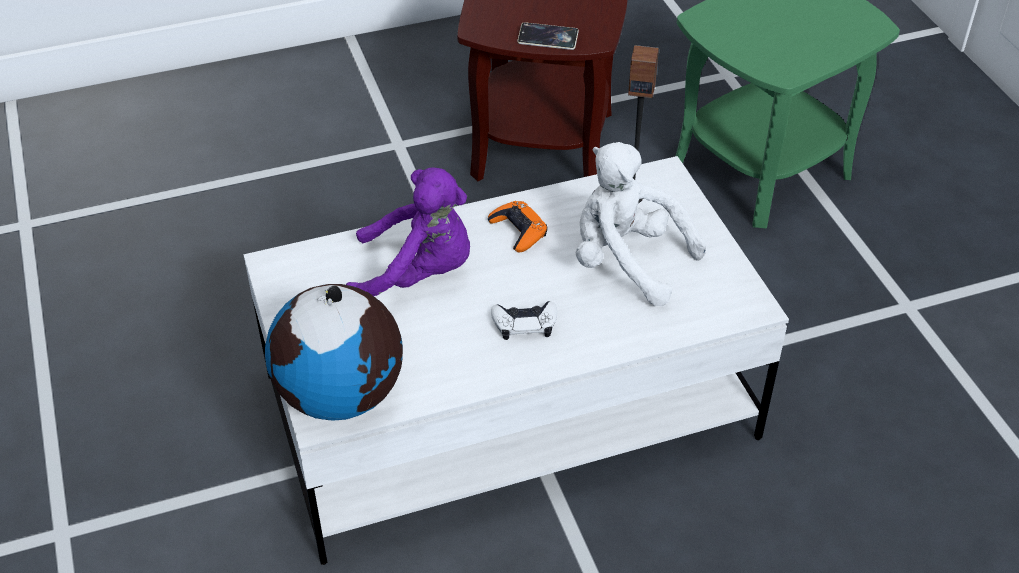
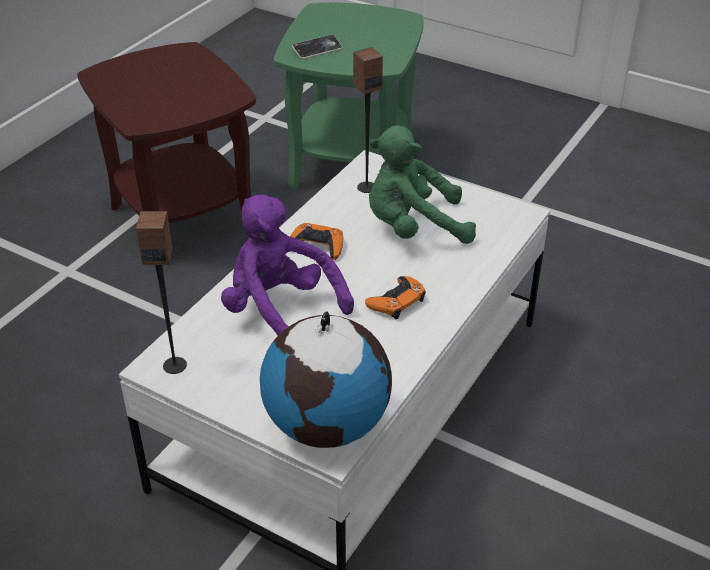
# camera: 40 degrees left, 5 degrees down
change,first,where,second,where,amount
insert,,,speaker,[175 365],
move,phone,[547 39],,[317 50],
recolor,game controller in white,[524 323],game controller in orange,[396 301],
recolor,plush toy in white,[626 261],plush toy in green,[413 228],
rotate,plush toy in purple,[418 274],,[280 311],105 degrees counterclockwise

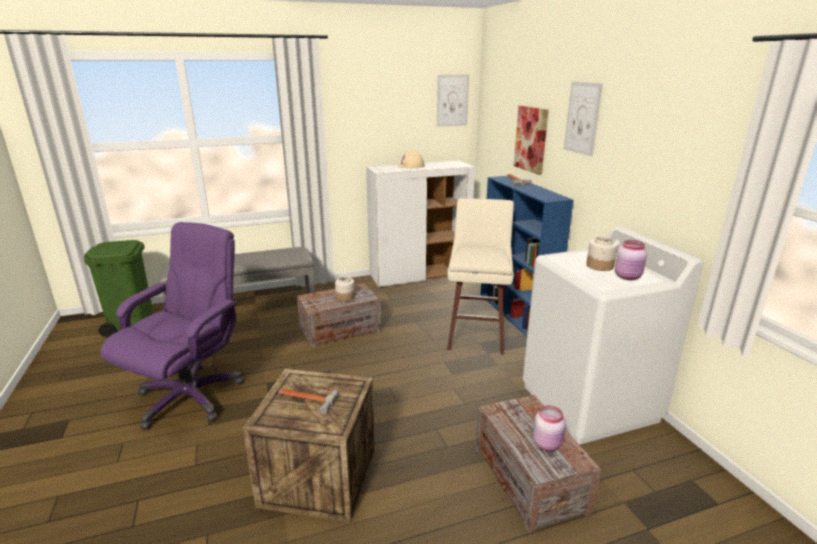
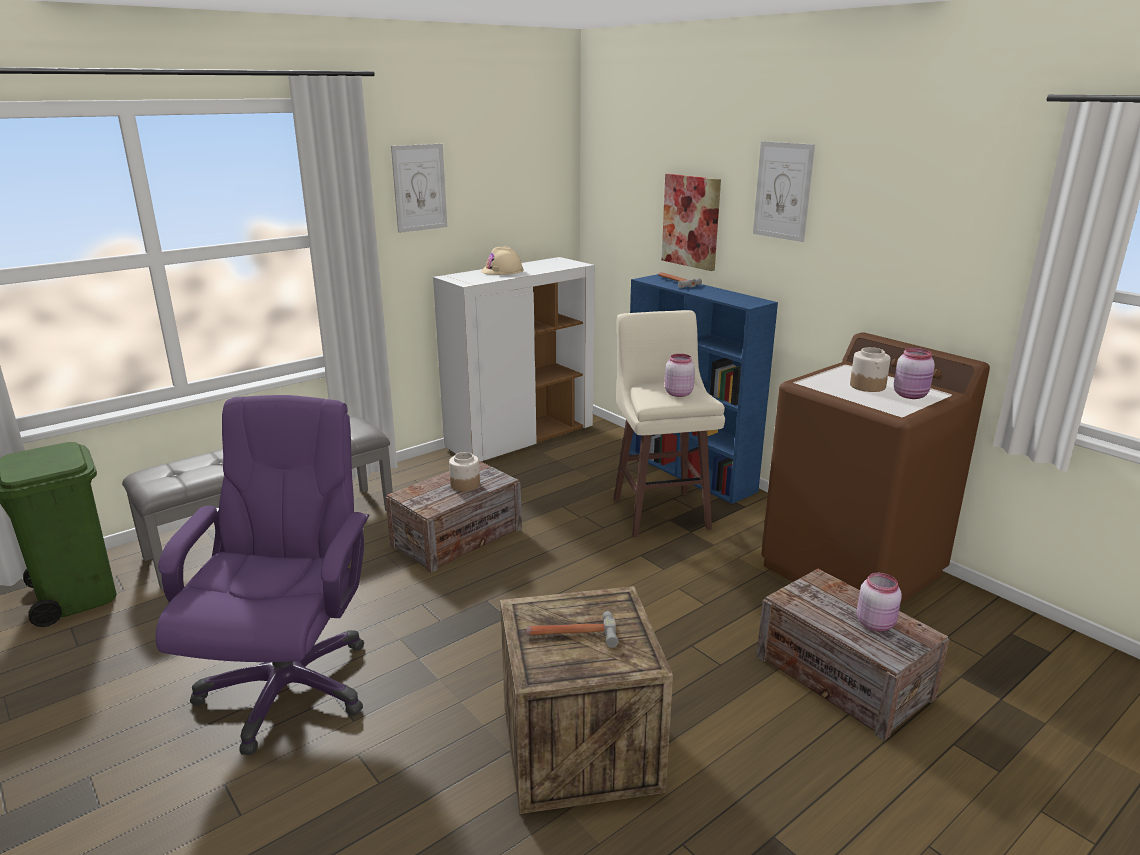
# camera: 20 degrees left, 0 degrees up
change,first,where,second,where,amount
insert,,,jar in pink,[677 393],
move,picture,[452 100],,[419 188],
recolor,washing machine in white,[589 403],washing machine in brown,[852 570],

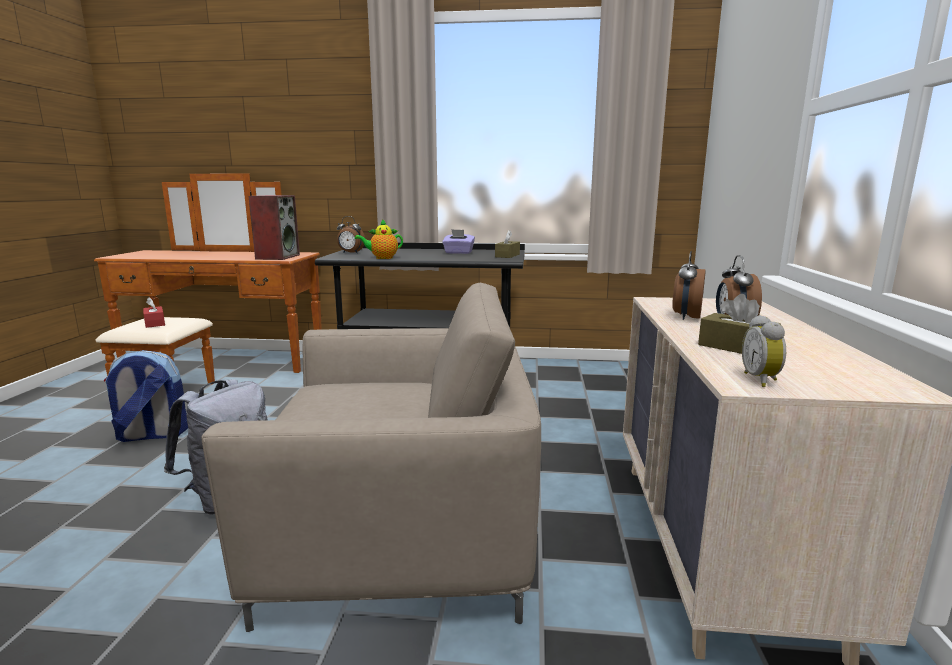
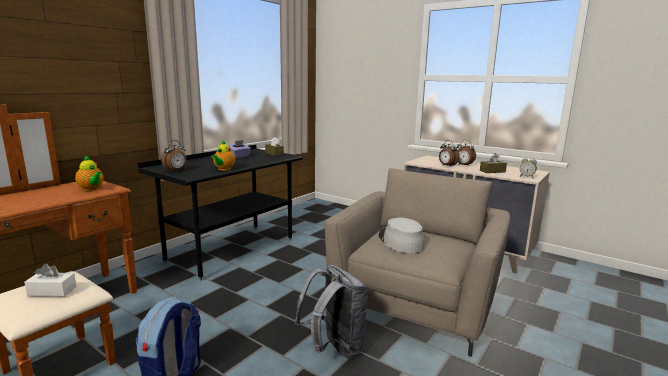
# camera: 60 degrees left, 0 degrees up
change,first,where,second,where,amount
insert,,,hat in grey,[400 241],
replace,speaker,[277 257],teapot,[92 189],
recolor,tissue box in red,[155 323],tissue box in white,[52 291],

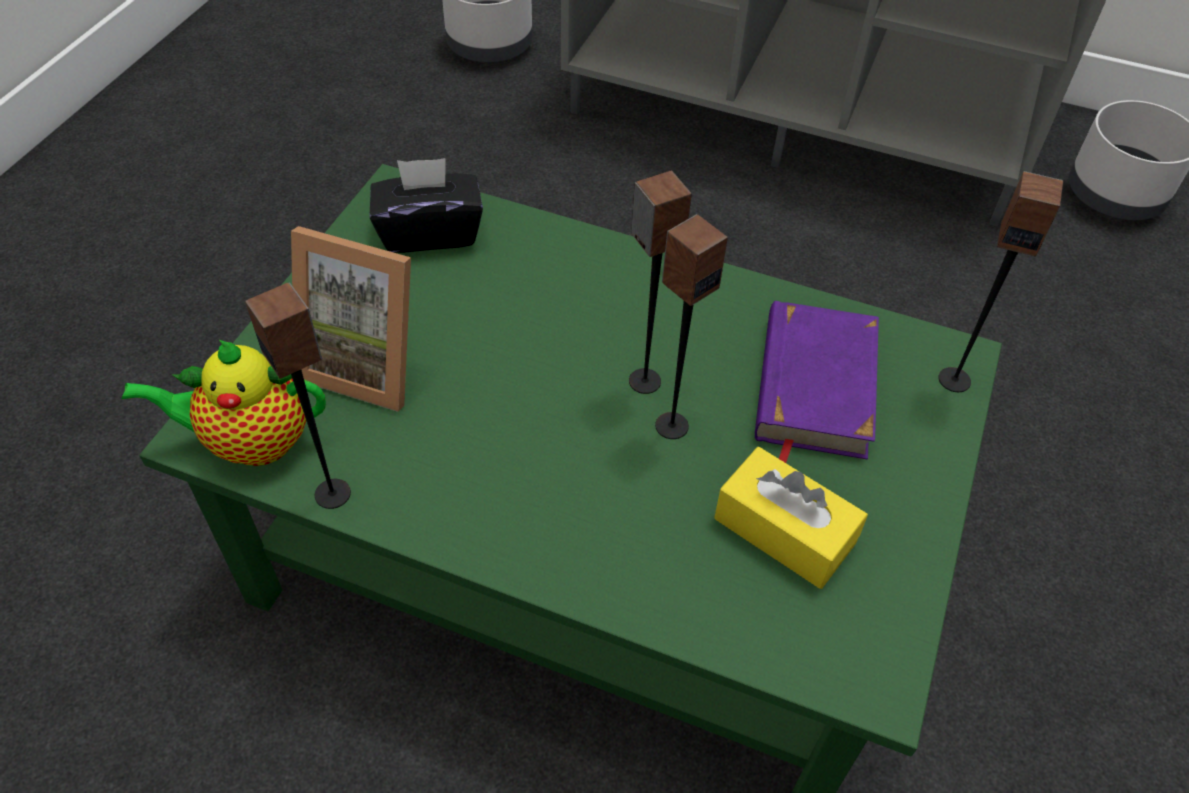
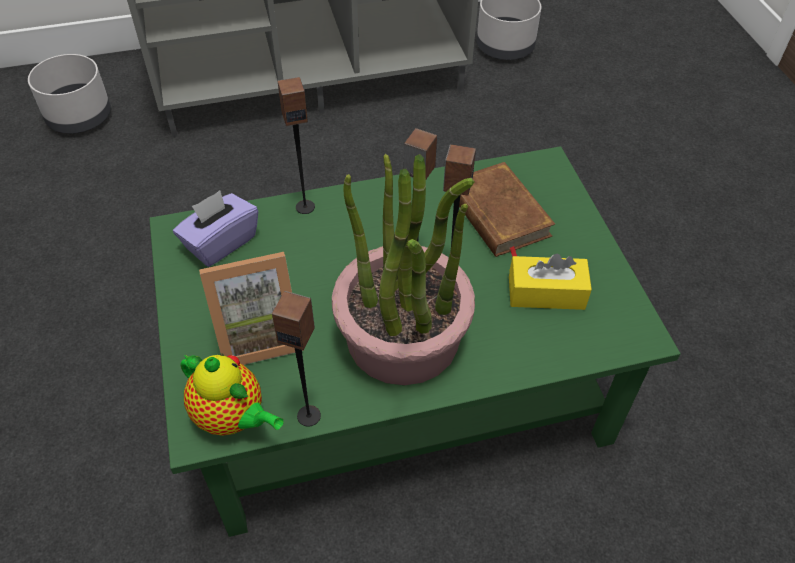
# camera: 35 degrees left, 0 degrees up
change,first,where,second,where,amount
insert,,,potted plant,[403 338],
move,speaker,[954 379],,[305 206],
recolor,tissue box in black,[429 232],tissue box in purple,[220 242],
recolor,book in purple,[813 387],book in brown,[498 215],
rotate,teapot,[251 441],,[233 418],105 degrees counterclockwise

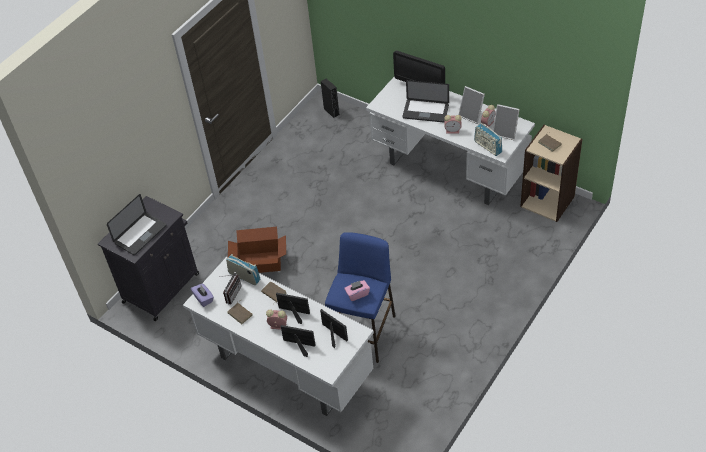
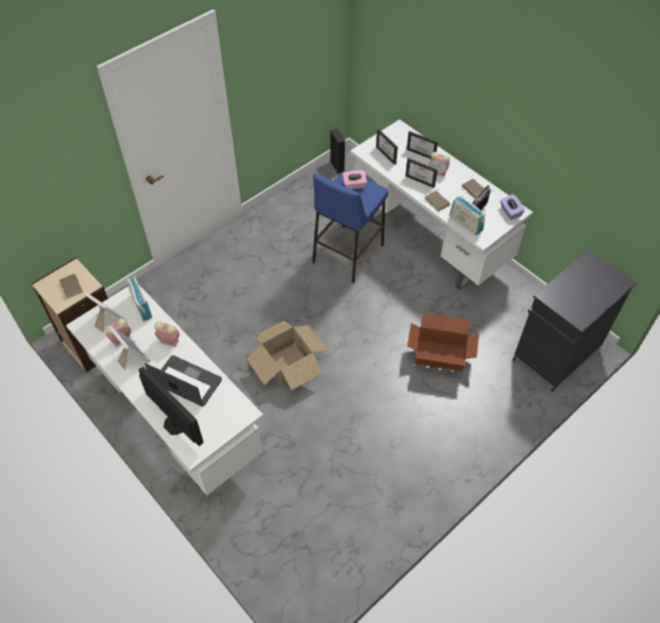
# camera: 170 degrees left, 5 degrees up
change,first,where,second,where,amount
delete,laptop,[140 234],,,
insert,,,cardboard box,[288 364],
move,speaker in black,[331 111],,[337 166],

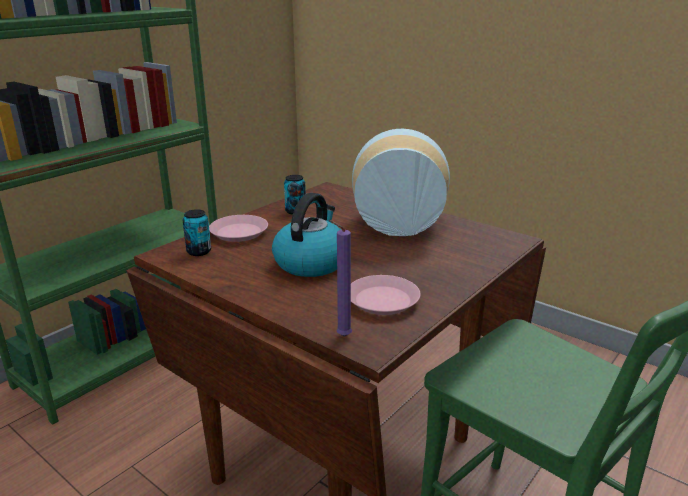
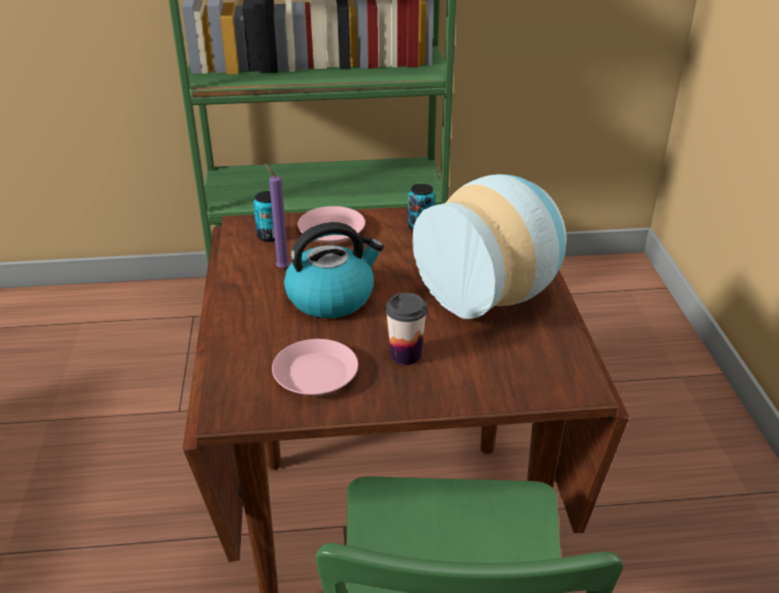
# camera: 45 degrees right, 10 degrees up
change,first,where,second,where,amount
insert,,,cup,[405 355],
move,candle in purple,[341 336],,[281 268],

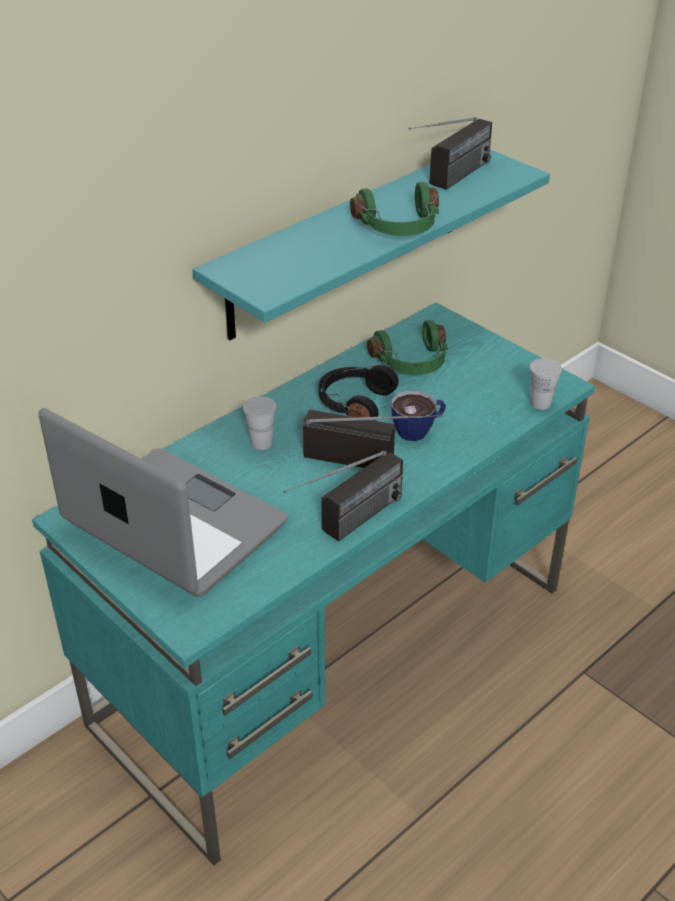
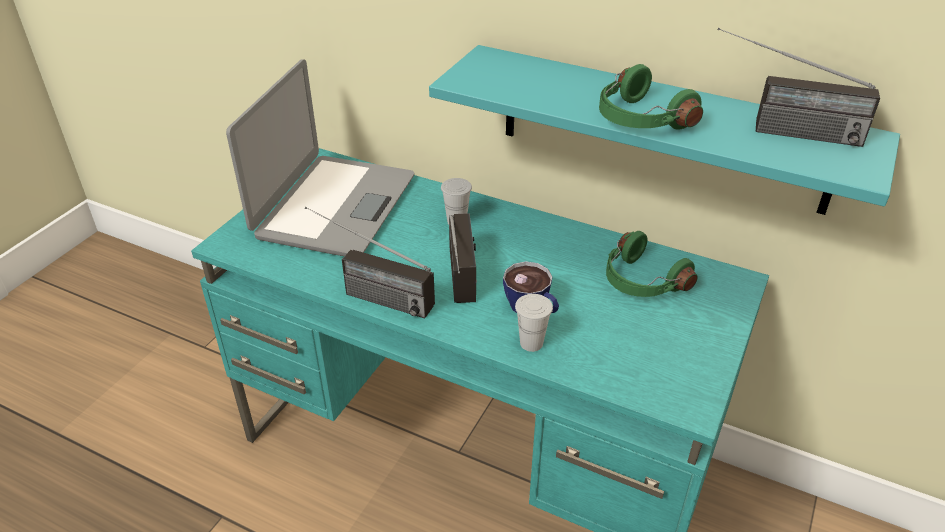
# camera: 70 degrees right, 0 degrees up
change,first,where,second,where,amount
delete,headphones in black,[354 403],,,
move,cup in white,[540 403],,[531 343],

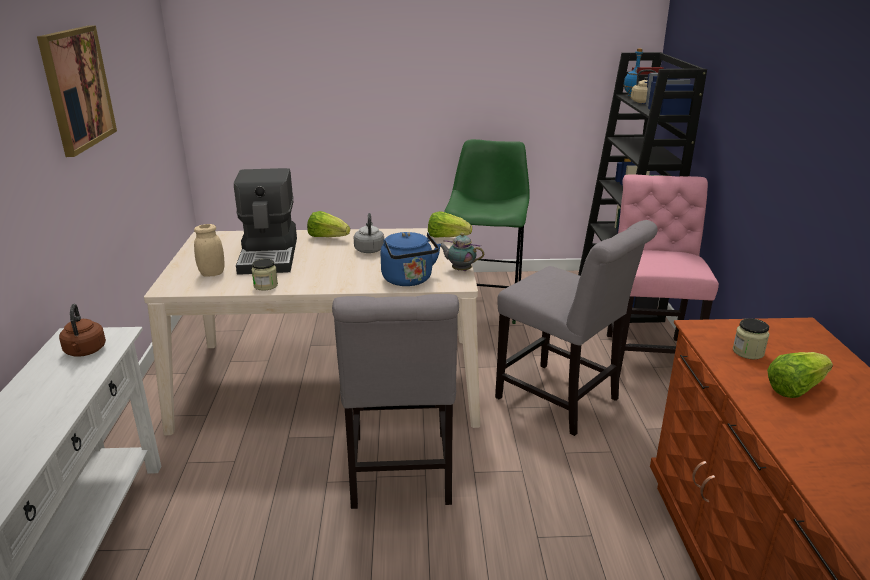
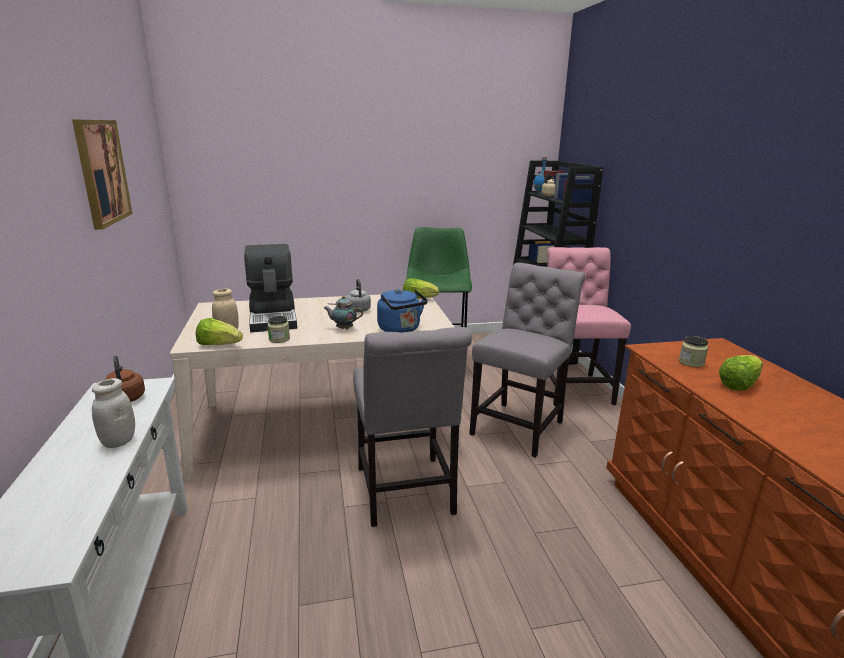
# camera: 10 degrees left, 5 degrees down
change,first,where,second,where,amount
insert,,,jar in white,[118 441],
move,lettuce,[327 237],,[219 345],
move,teapot,[460 270],,[343 328],
rotate,chair in grey,[562 401],,[520 426],90 degrees counterclockwise

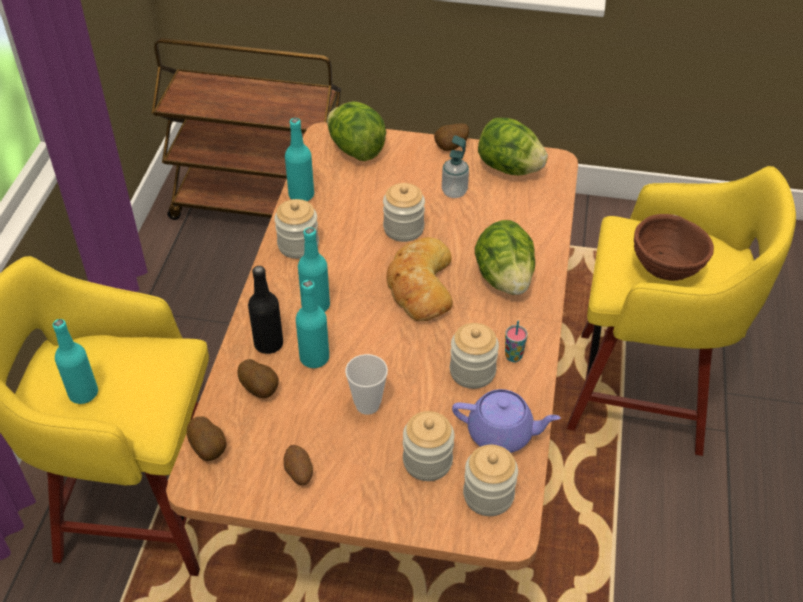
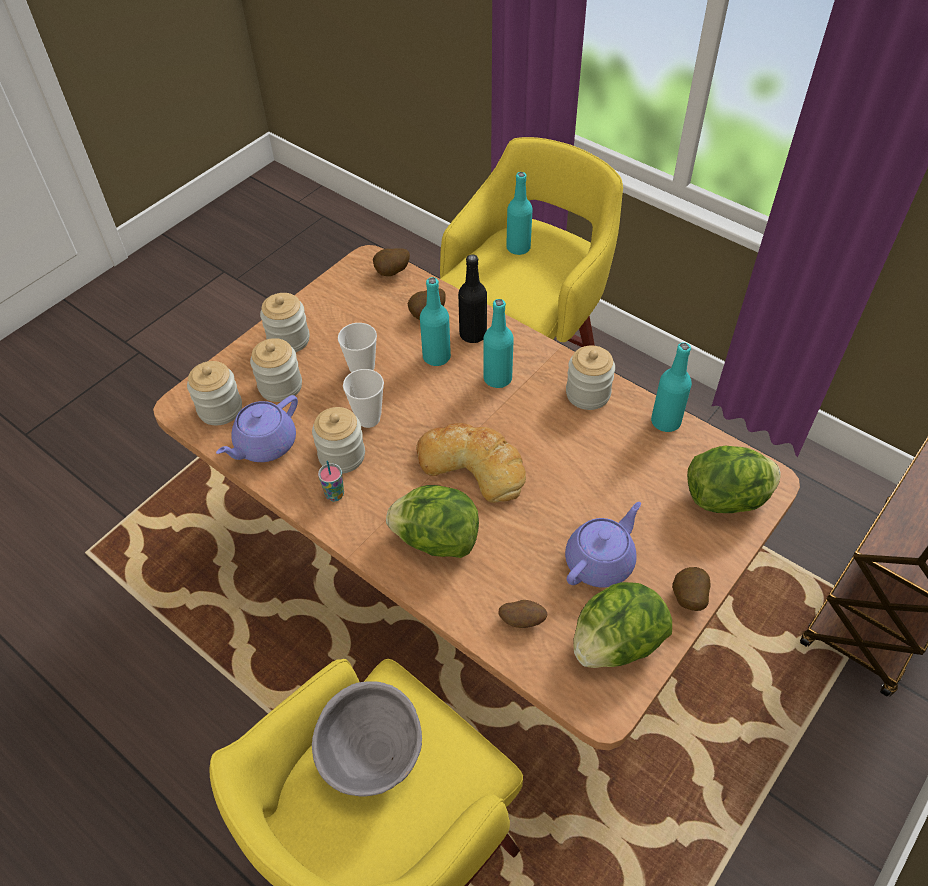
# camera: 120 degrees right, 5 degrees up
change,first,where,second,where,amount
insert,,,cup,[368 418],
move,potato,[298 473],,[522 620],
move,jar,[403 228],,[289 339],
replace,soap dispenser,[454 192],teapot in purple,[600 561],
recolor,bowl in brown,[665 271],bowl in grey,[372 757],

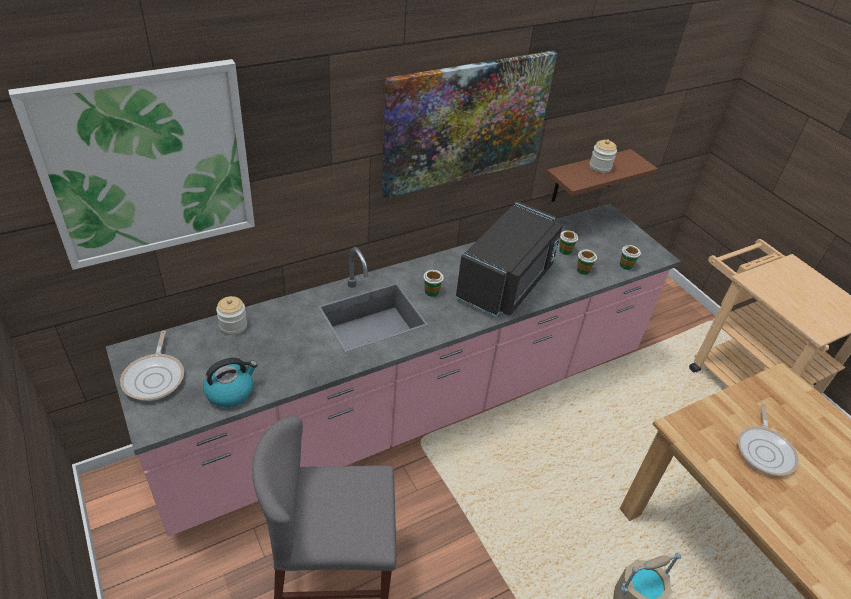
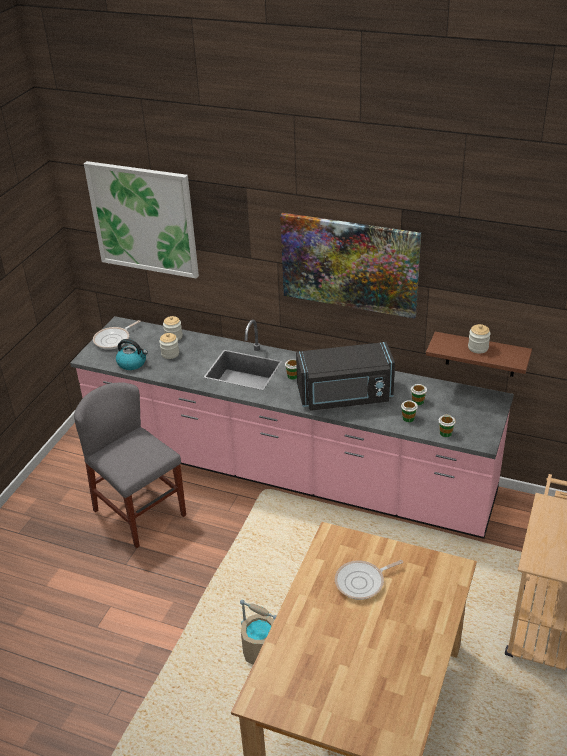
# camera: 55 degrees right, 5 degrees down
change,first,where,second,where,amount
insert,,,jar,[170 354],

